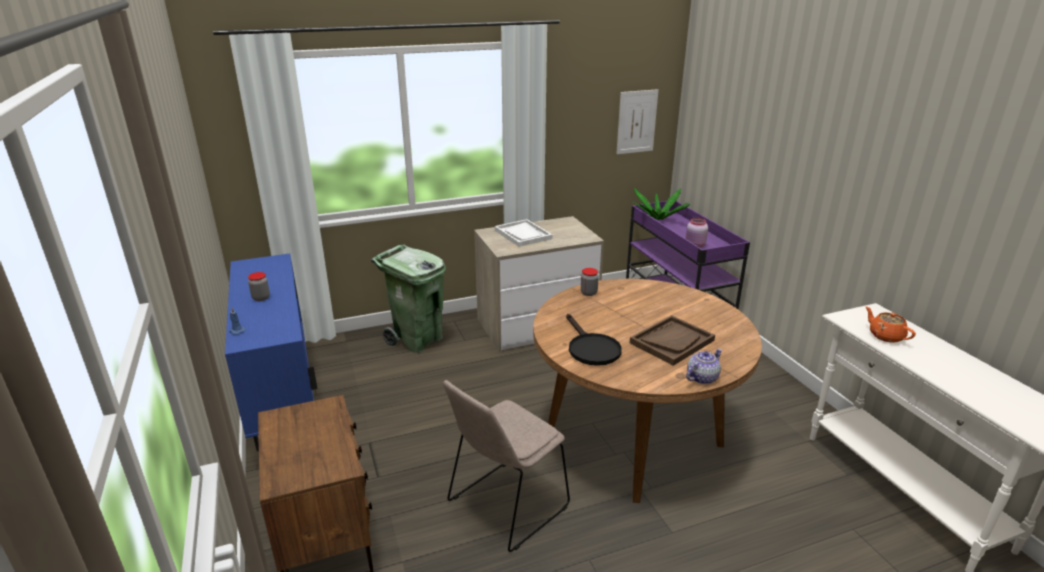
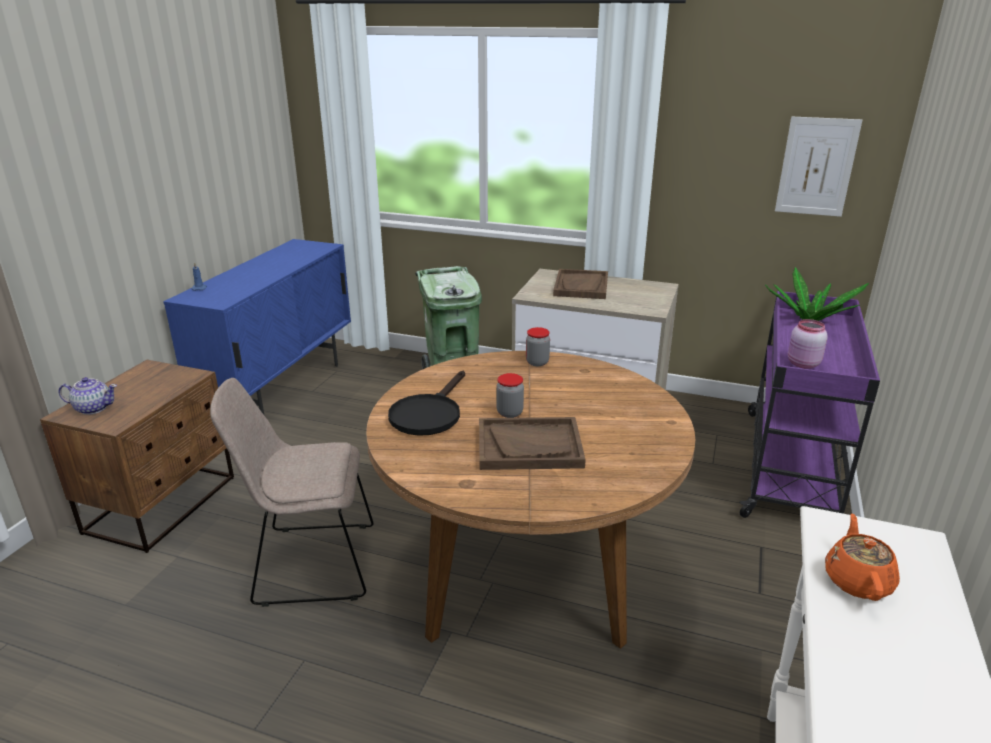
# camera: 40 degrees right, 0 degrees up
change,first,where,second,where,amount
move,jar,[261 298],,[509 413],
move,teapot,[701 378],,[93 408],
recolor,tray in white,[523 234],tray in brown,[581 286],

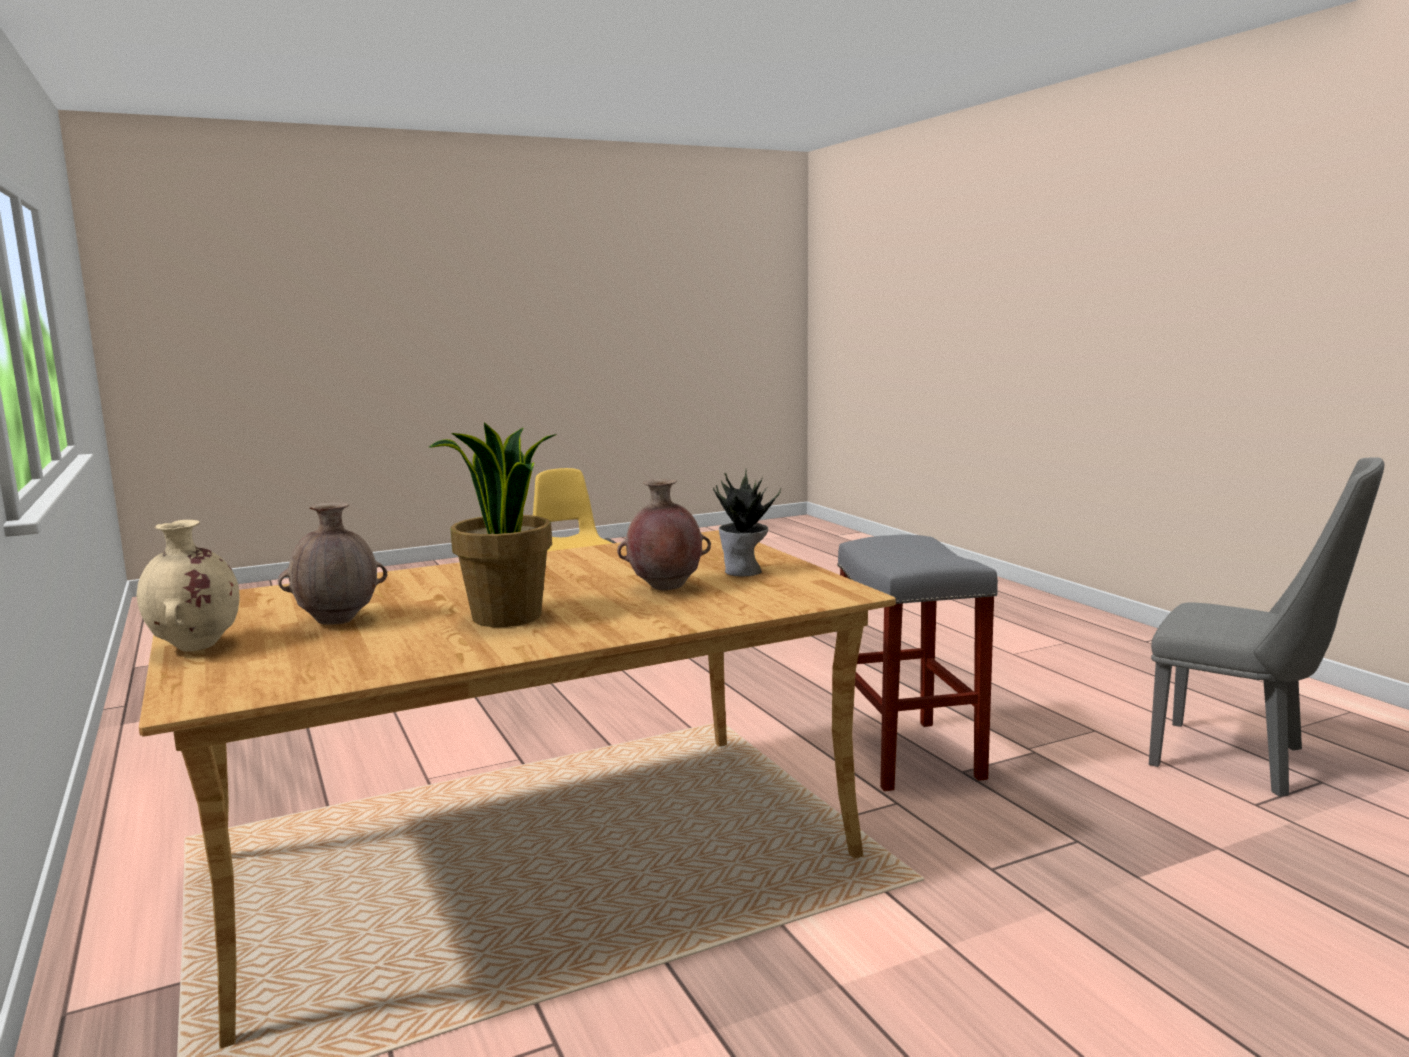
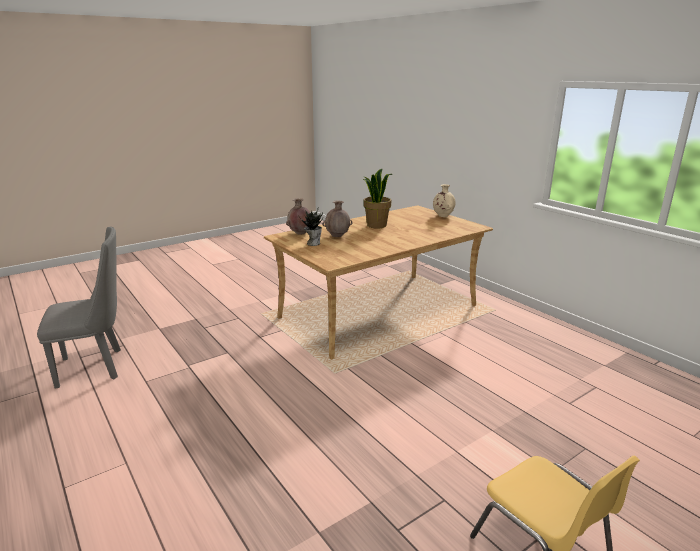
# camera: 170 degrees right, 10 degrees up
change,first,where,second,where,amount
delete,stool in grey,[910 755],,,
move,vase in brown,[338 621],,[300 233],
rotate,chair in grey,[1242 760],,[97 366],135 degrees clockwise

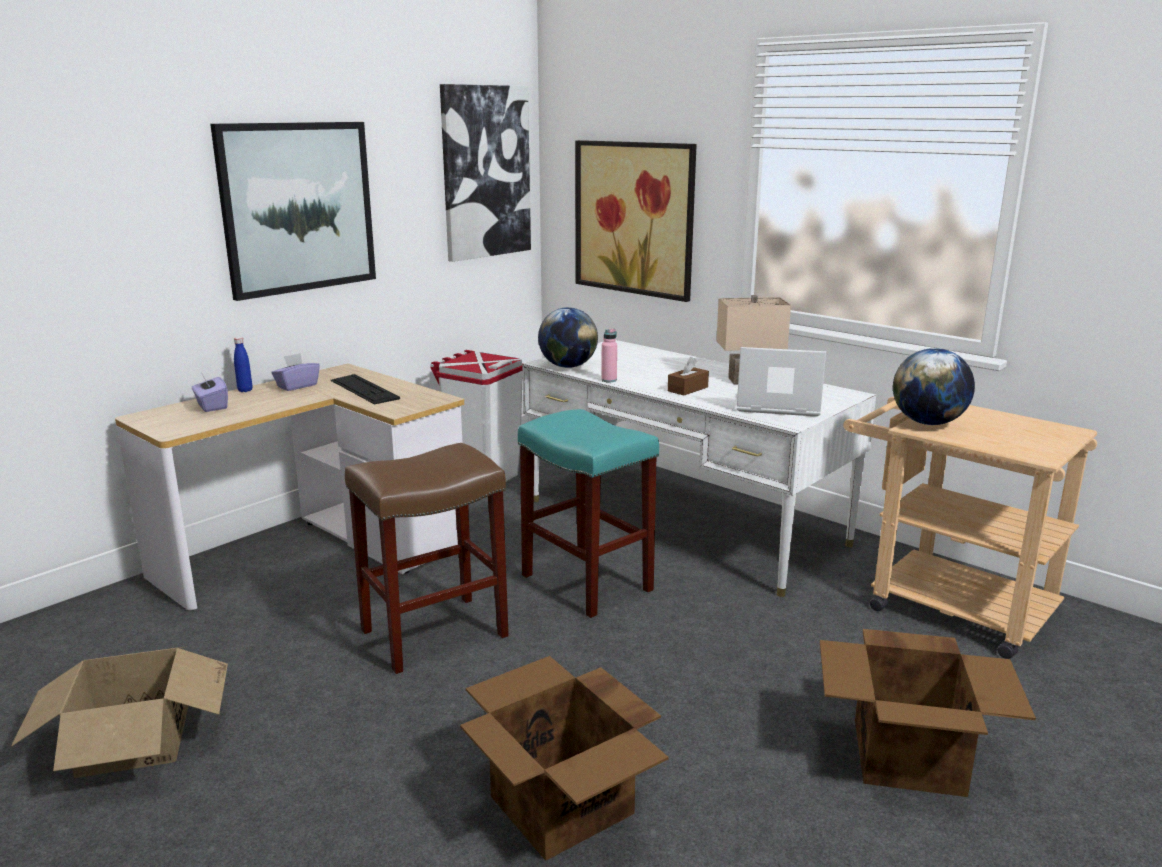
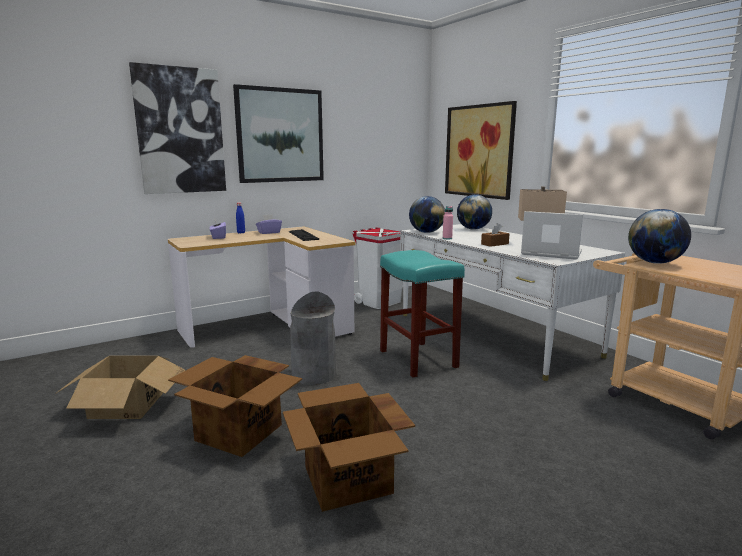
# camera: 15 degrees right, 5 degrees down
change,first,where,second,where,amount
insert,,,globe,[473 229],
move,picture,[485 172],,[180 131],
move,cardboard box,[910 757],,[239 433],
replace,stool in brown,[433 634],trash can in grey,[313 374],

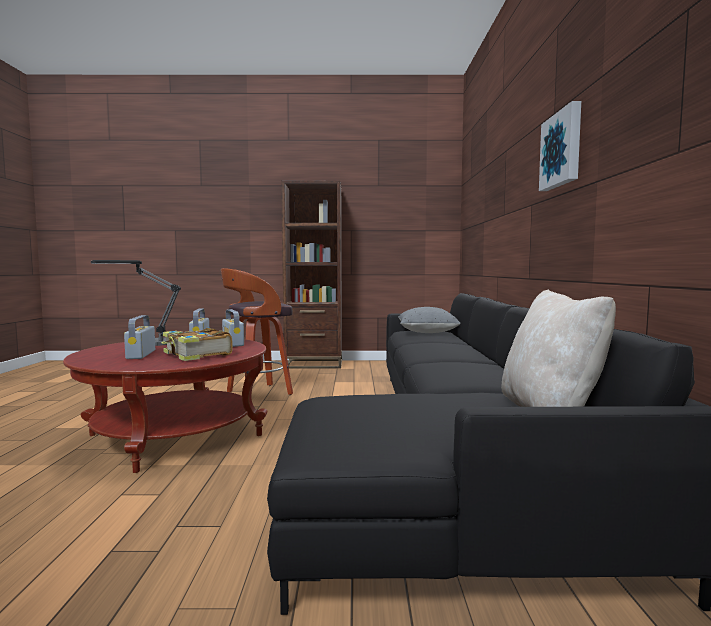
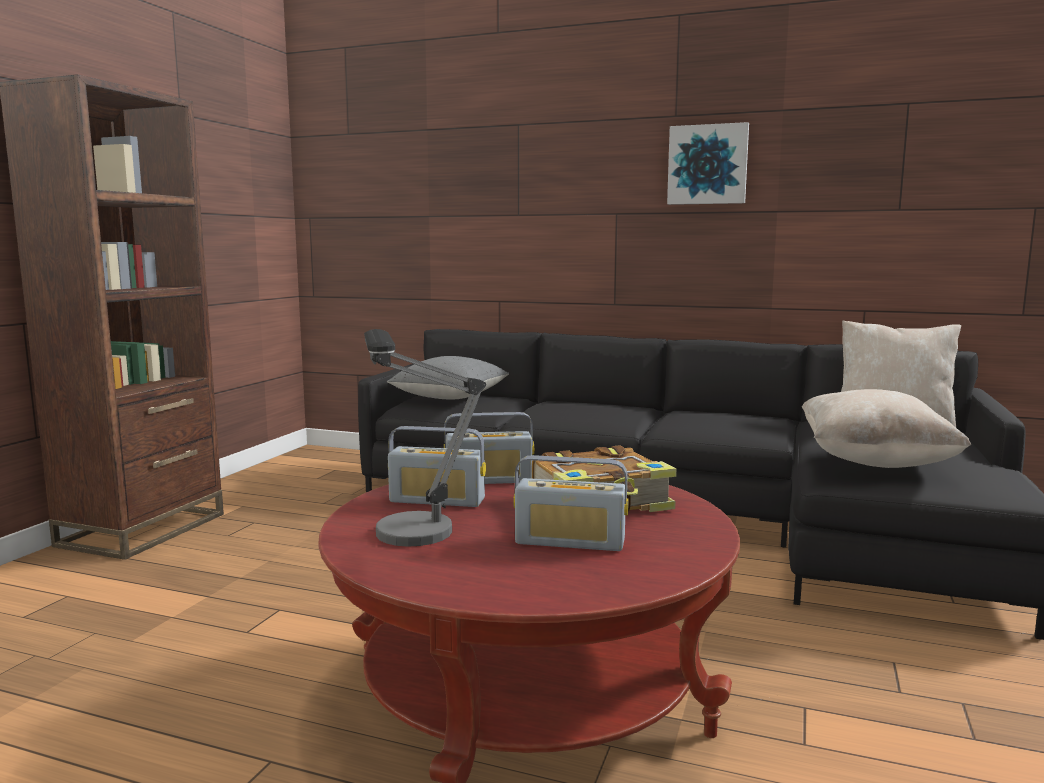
# camera: 70 degrees left, 5 degrees up
change,first,where,second,where,amount
delete,stool,[257 394],,,
insert,,,pillow in beige,[874 462],

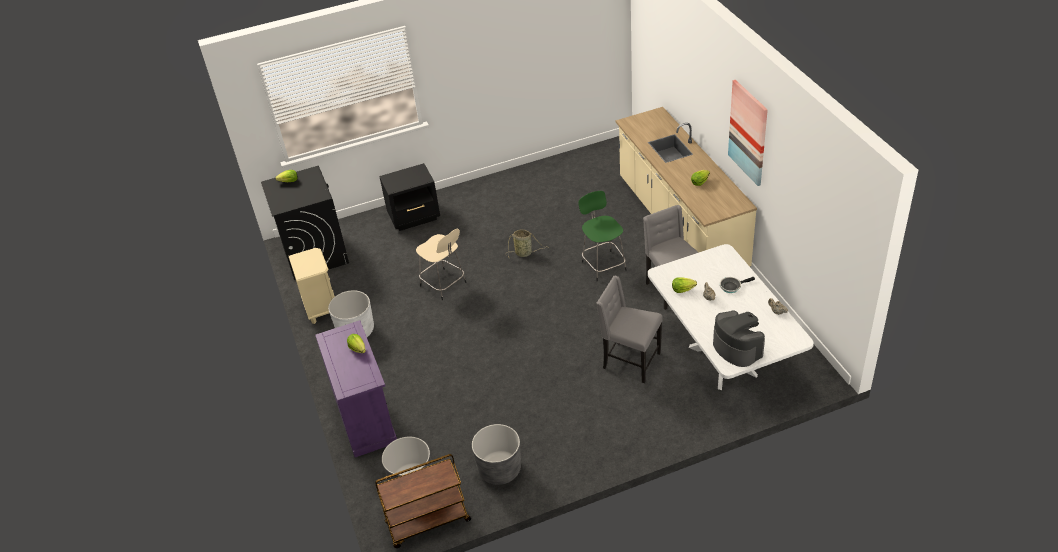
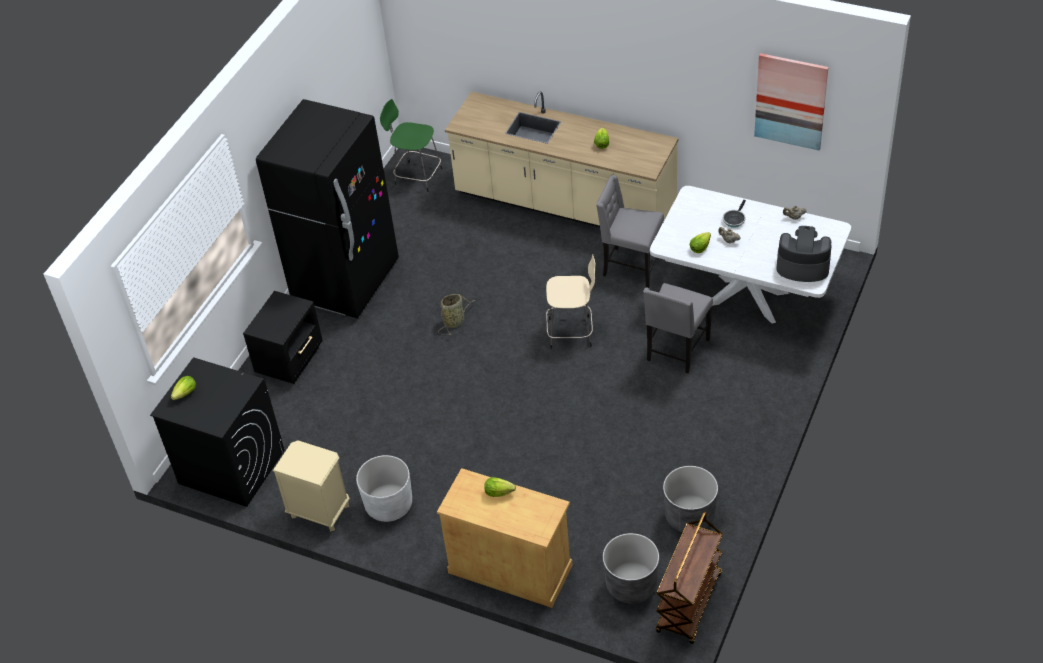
# camera: 45 degrees left, 5 degrees up
change,first,where,second,where,amount
insert,,,fridge in black,[346 281],
move,stool in beige,[444 285],,[572 332],
move,stool in green,[603 265],,[416 176],
move,picture,[748 132],,[790 101],
recolor,cabinet in purple,[365 416],cabinet in beige,[510 568],
rotate,chair in grey,[630 361],,[676 351],45 degrees counterclockwise

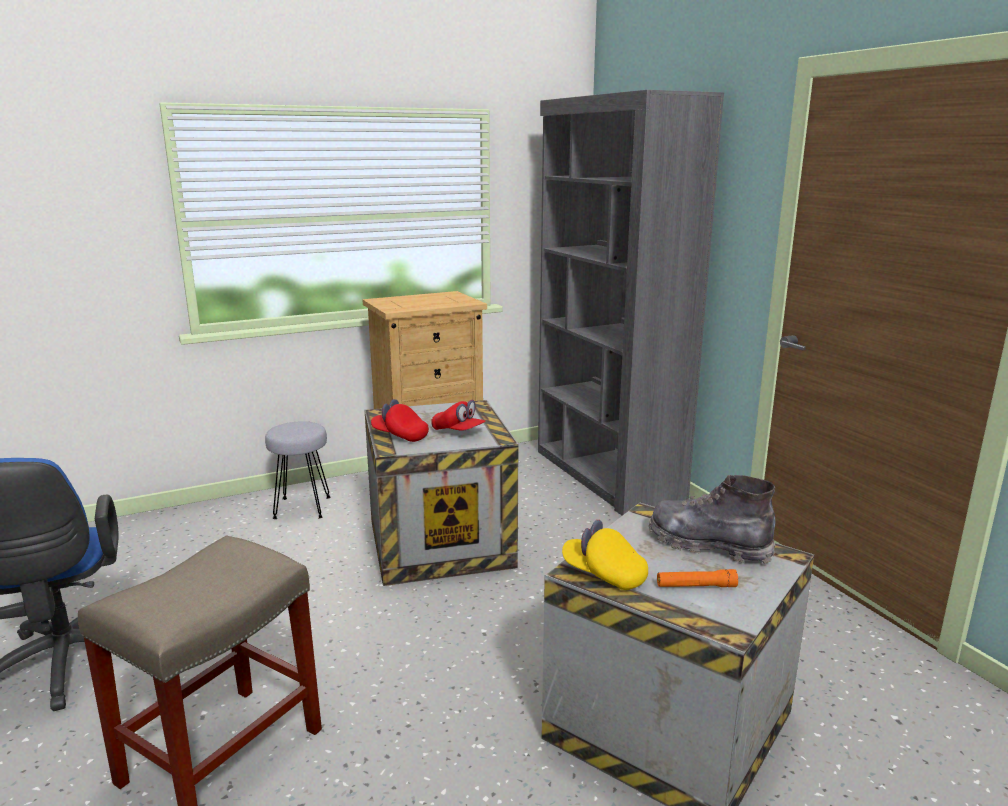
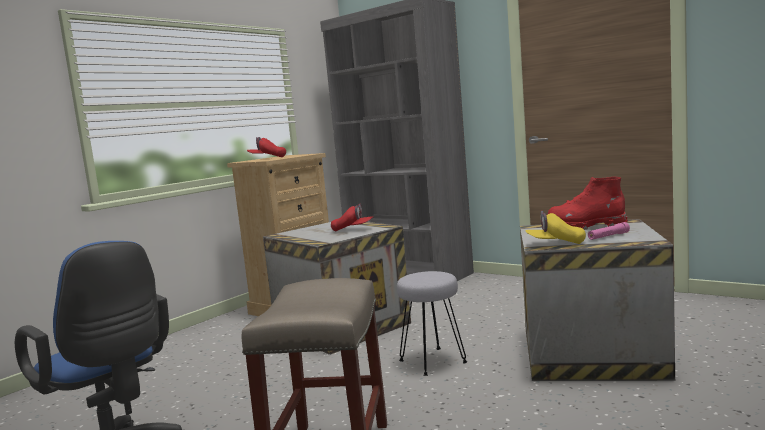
# camera: 25 degrees left, 10 degrees down
change,first,where,second,where,amount
move,stool in grey,[303 508],,[433 361],
move,cap in red,[400 435],,[267 158],
recolor,boot in grey,[708 544],boot in red,[585 227],
recolor,flashlight in orange,[695 586],flashlight in pink,[608 236],

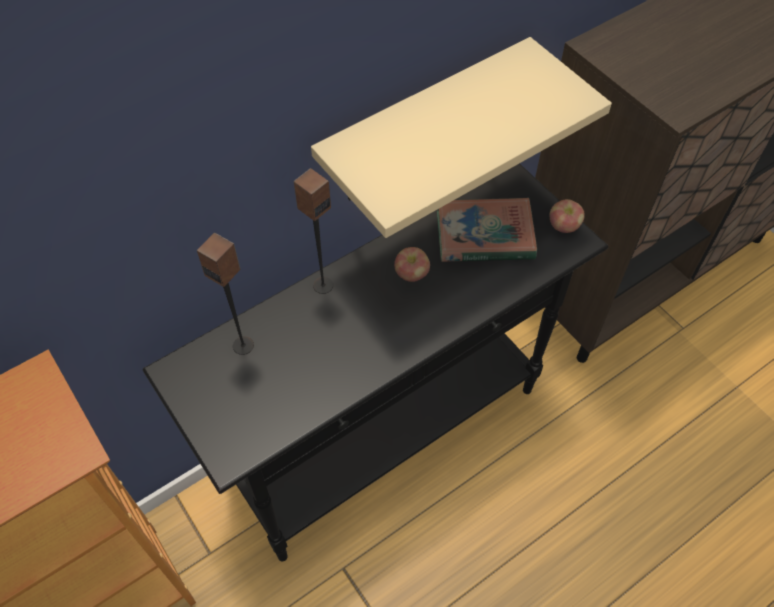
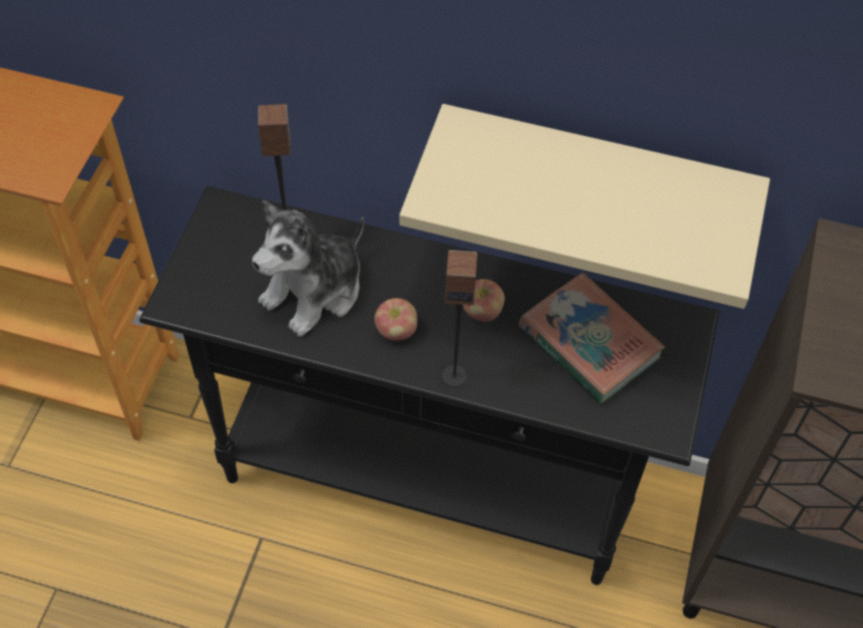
# camera: 50 degrees right, 0 degrees up
change,first,where,second,where,amount
insert,,,plush toy,[314 291],
move,speaker,[323 285],,[454 375],
move,apple,[563 226],,[396 331],

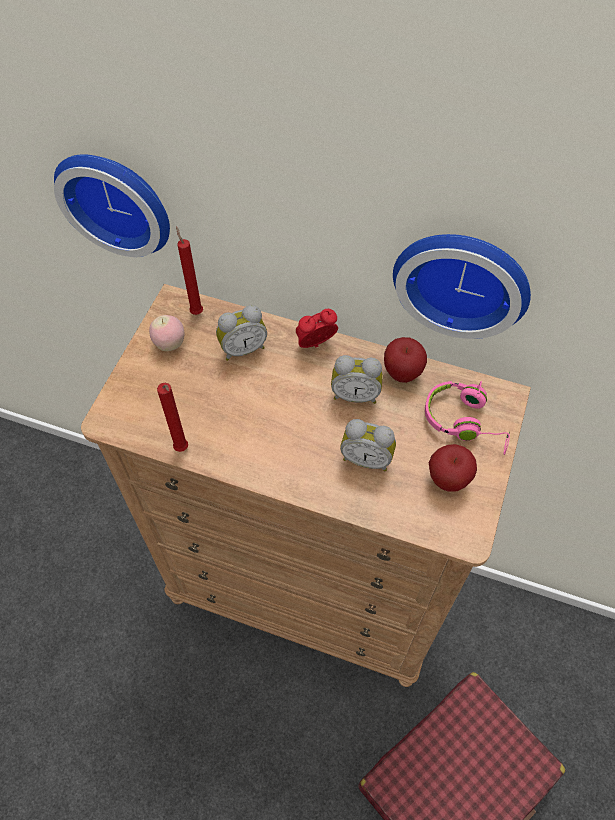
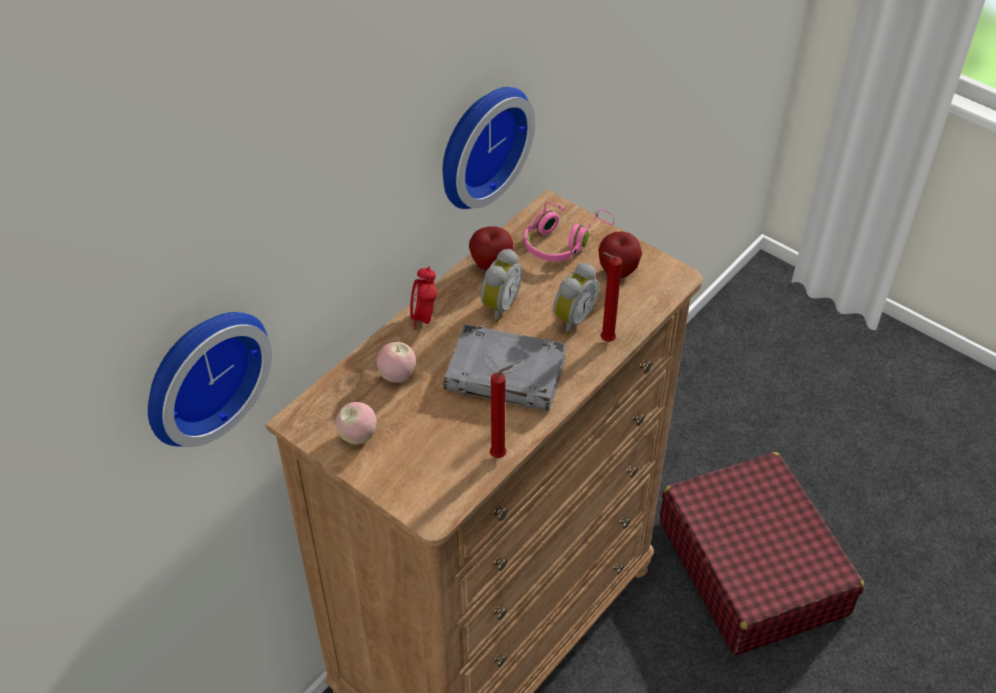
# camera: 70 degrees left, 10 degrees down
change,first,where,second,where,amount
insert,,,book in grey,[507 374],
move,candle in red,[196 311],,[605 340],
replace,alarm clock,[242 348],apple,[397 376],

